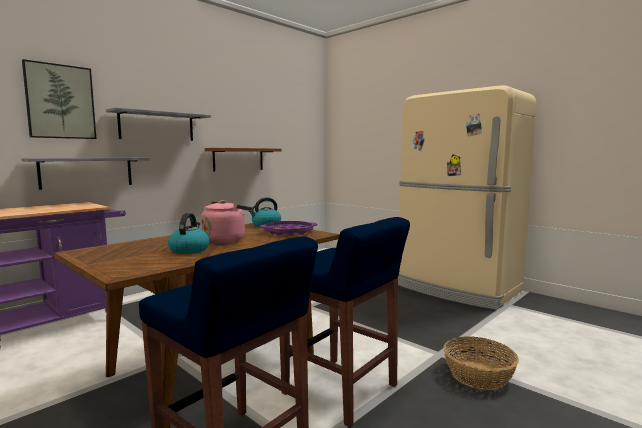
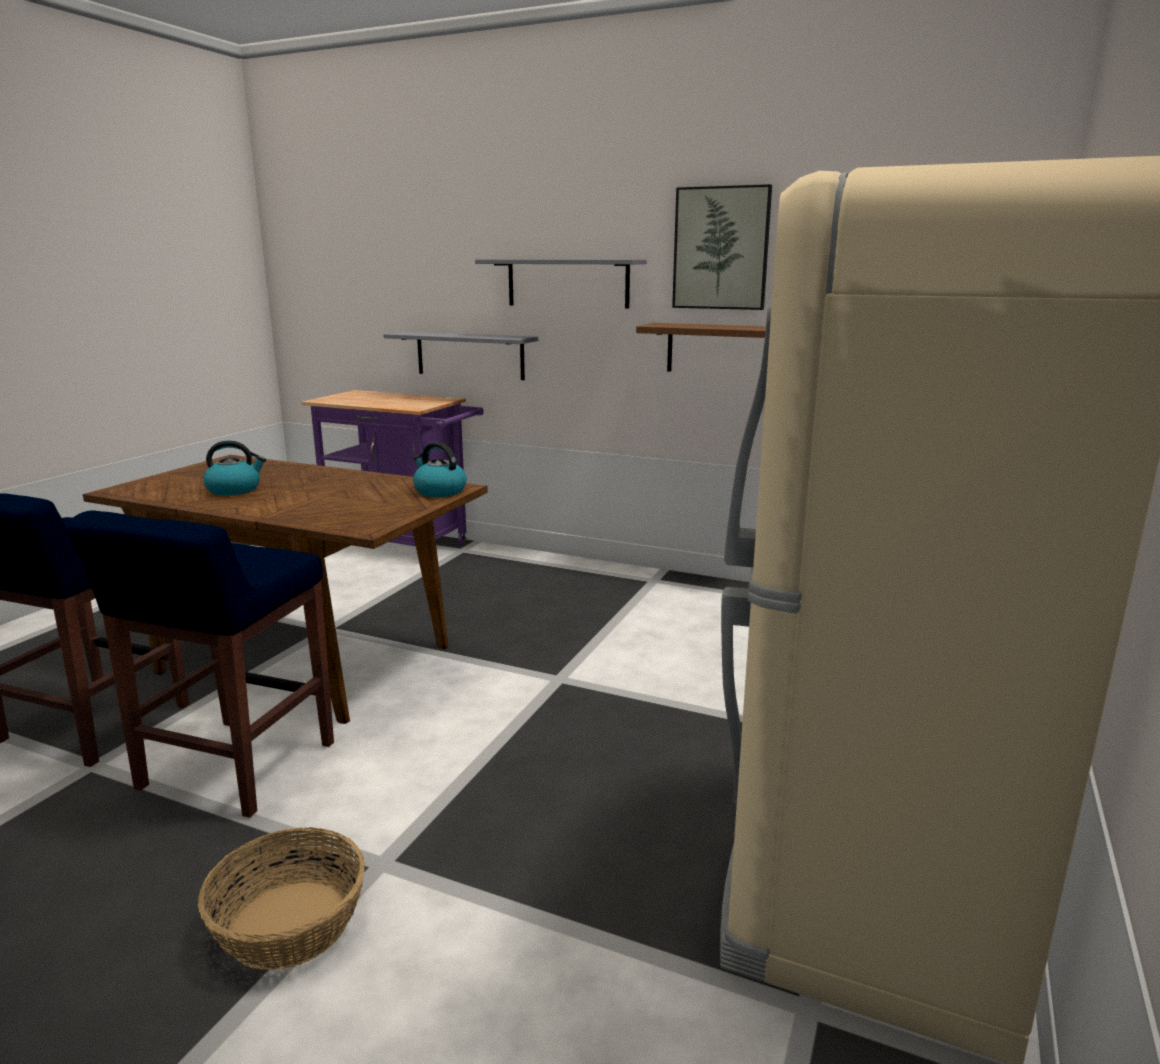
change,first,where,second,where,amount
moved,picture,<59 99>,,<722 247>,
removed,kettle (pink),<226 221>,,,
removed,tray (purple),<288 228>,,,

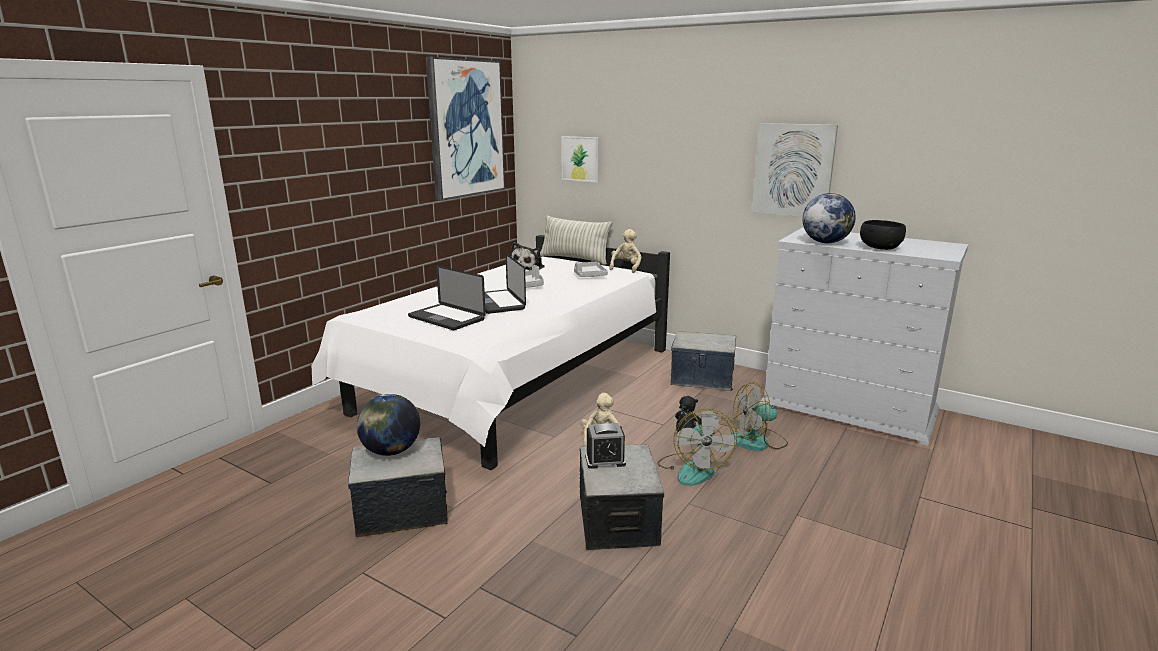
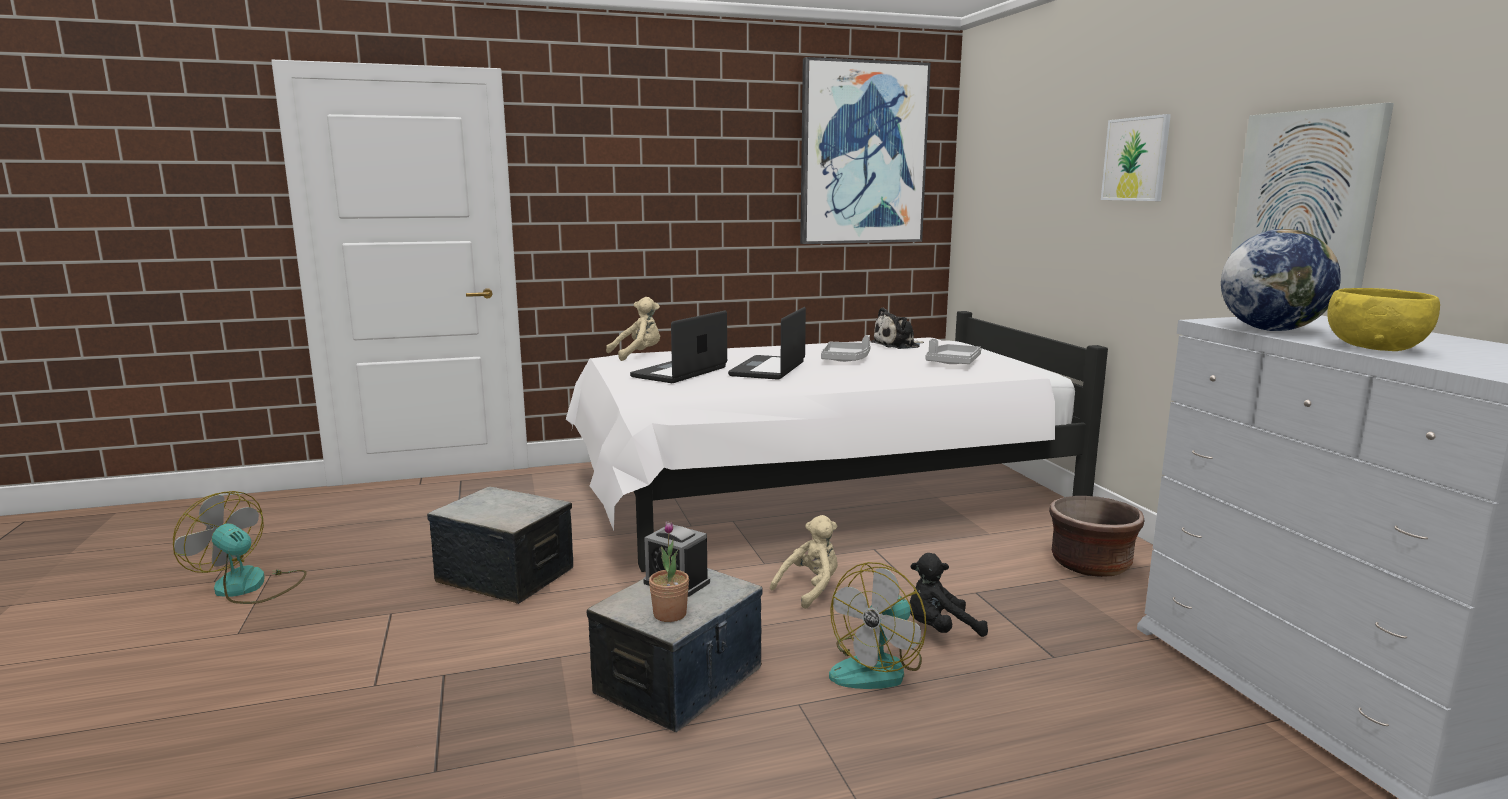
change,first,where,second,where,amount
moved,fan,<758 416>,,<240 547>,
moved,plush toy (beige),<625 251>,,<633 329>,
turned,laptop,<447 297>,,<678 347>,45 degrees clockwise
added,,,potted plant,<669 571>,
replaced,storage box,<703 361>,planter (brown),<1096 536>,
moved,picture,<580 159>,,<1136 157>,
recoloured,bowl (black),<883 235>,bowl (yellow),<1383 319>,
removed,globe,<388 425>,,,
removed,pillow,<576 240>,,,

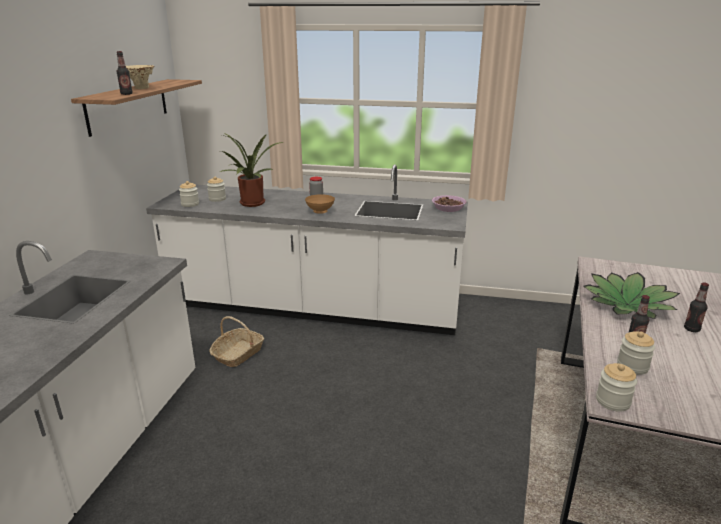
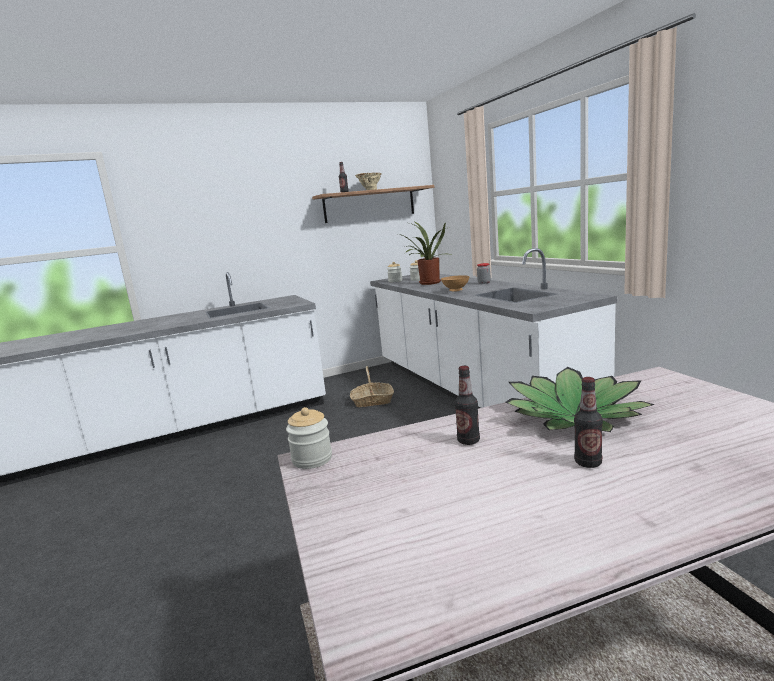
change,first,where,second,where,amount
removed,bowl,<449 203>,,,
removed,jar,<636 353>,,,

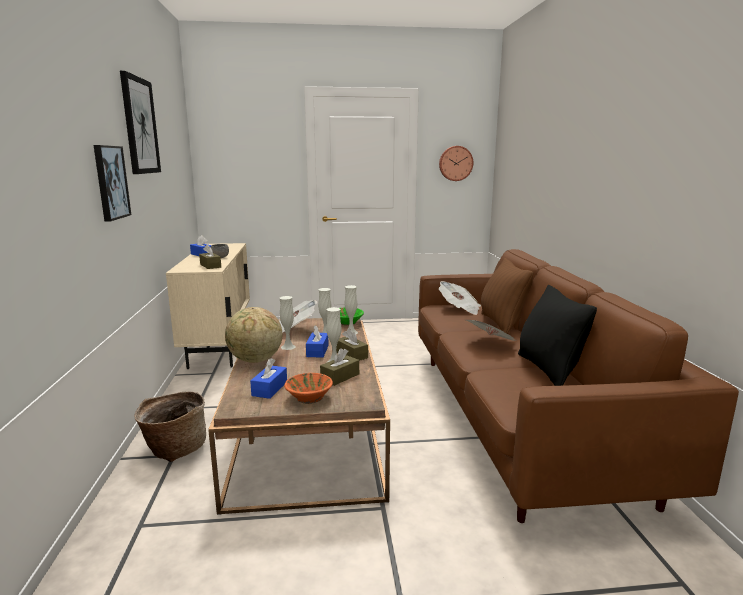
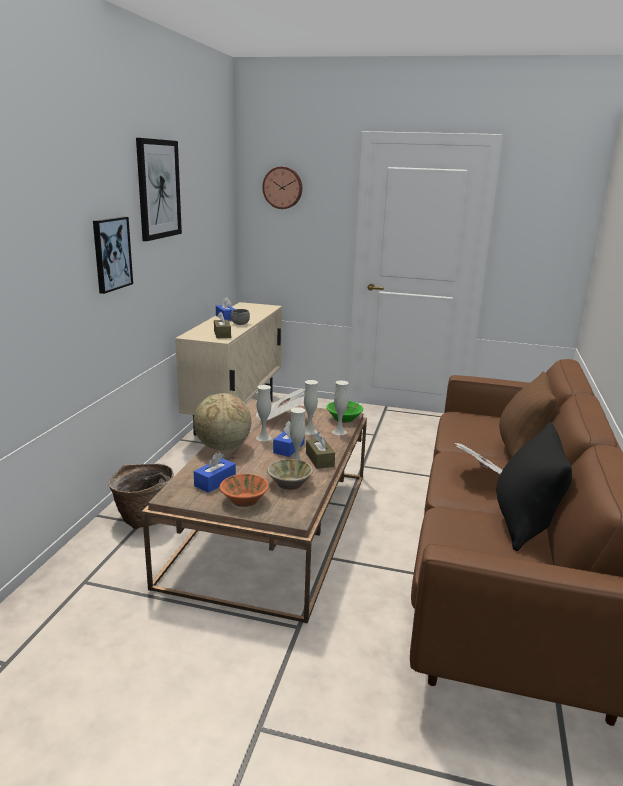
change,first,where,second,where,amount
moved,wall clock,<456 163>,,<282 187>,
replaced,tissue box (brown),<339 367>,bowl (beige),<290 474>,
removed,newspaper,<460 298>,,,

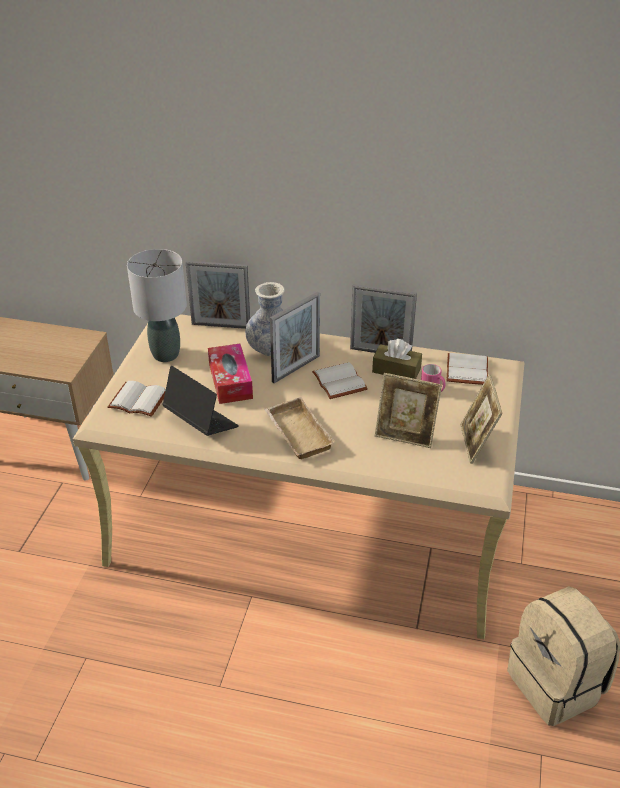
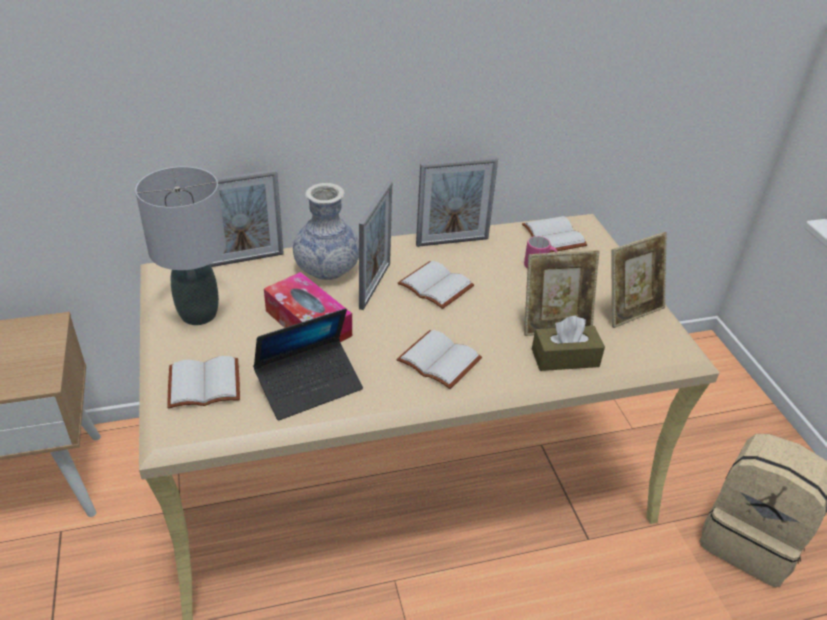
change,first,where,second,where,amount
turned,laptop,<200 401>,,<308 364>,135 degrees clockwise
replaced,tray (beige),<300 428>,book (white),<439 359>,
moved,tissue box (brown),<397 359>,,<568 343>,
turned,picture frame,<481 419>,,<639 280>,90 degrees counterclockwise

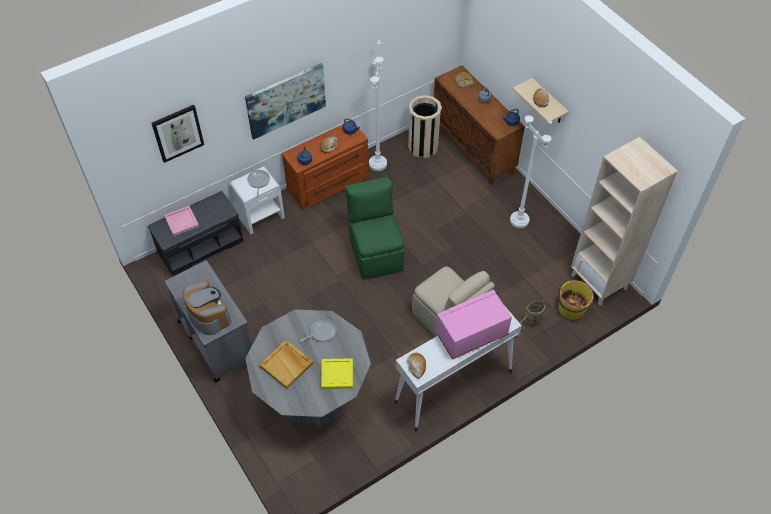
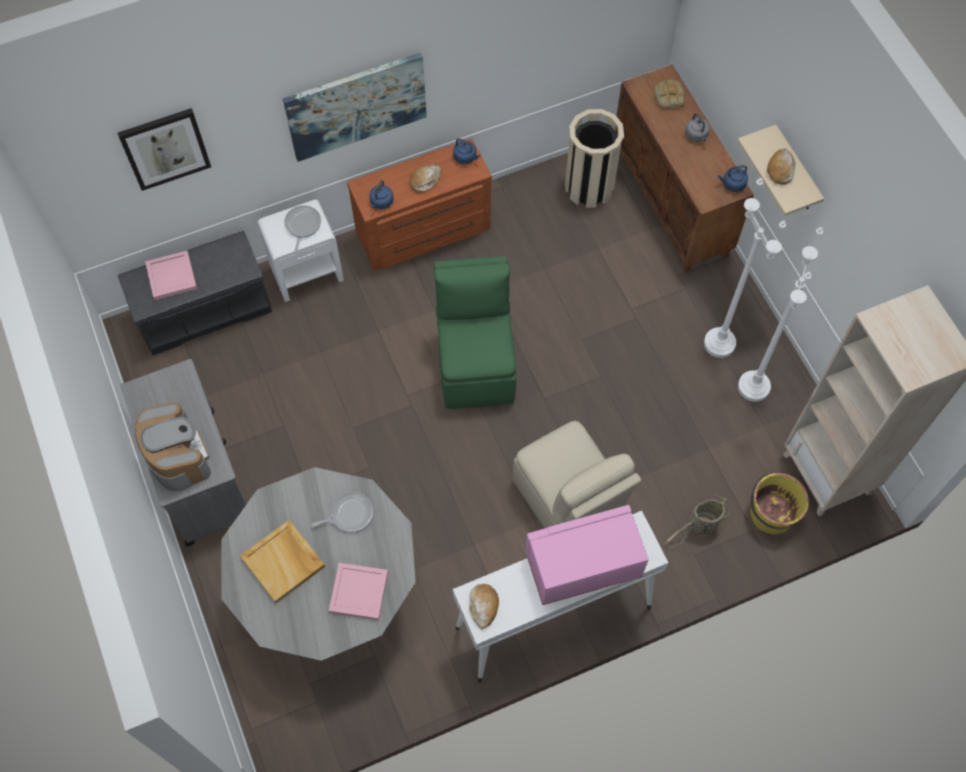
change,first,where,second,where,amount
recoloured,tray (yellow),<337 373>,tray (pink),<358 591>,
moved,floor lamp (white),<378 105>,,<780 314>,

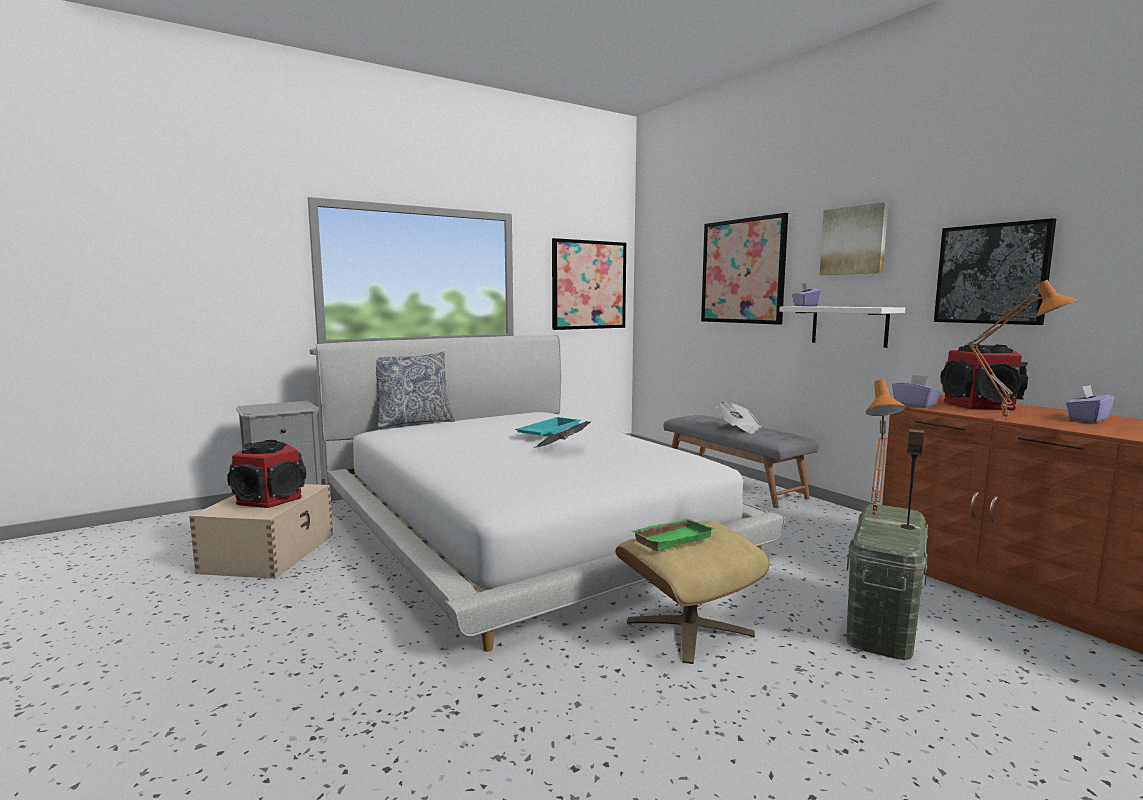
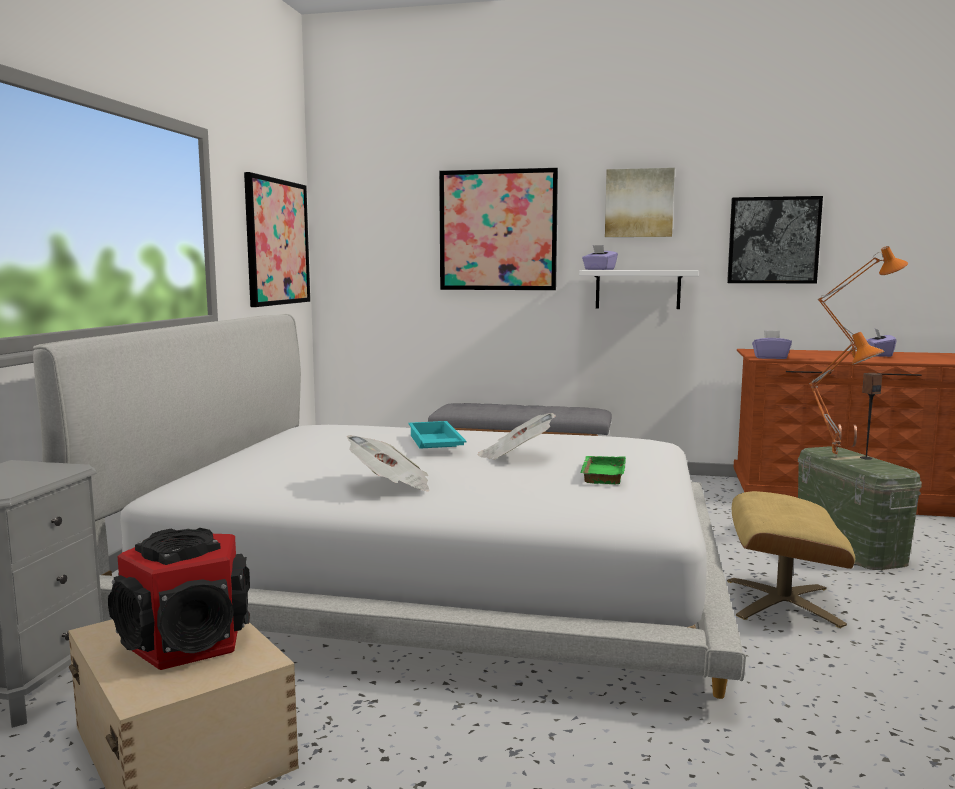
change,first,where,second,where,amount
moved,newspaper,<738 417>,,<388 463>,
moved,tray (green),<673 534>,,<603 470>,
removed,pillow,<415 389>,,,
removed,speaker,<984 377>,,,

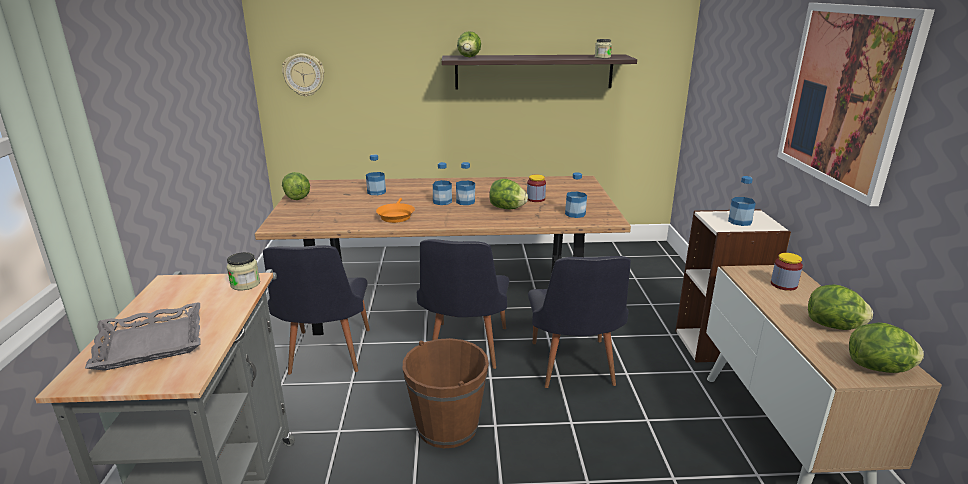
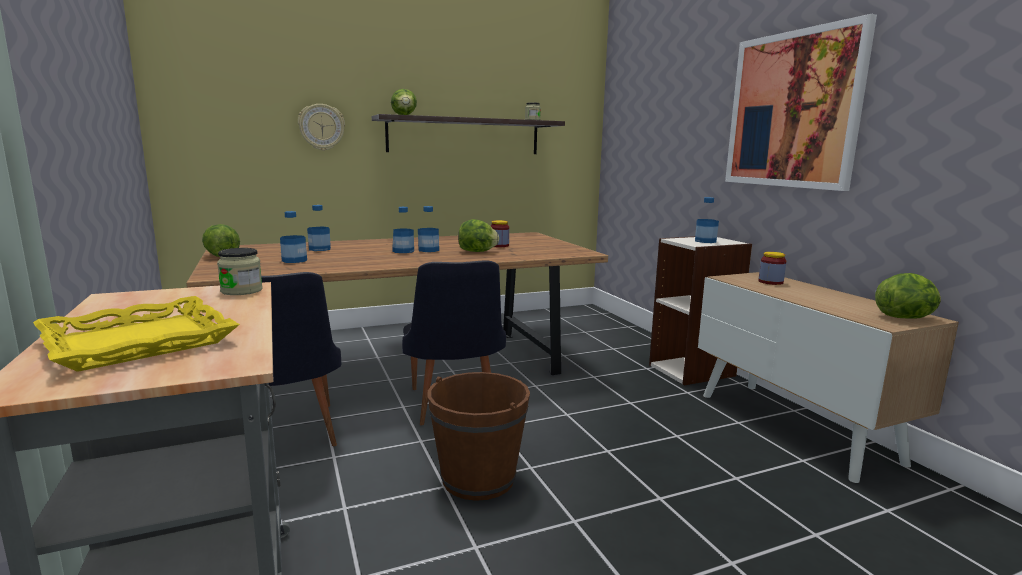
change,first,where,second,where,amount
recoloured,tray (grey),<143 337>,tray (yellow),<136 334>,
moved,bottle,<576 195>,,<293 237>,
moved,wall clock,<303 75>,,<321 127>,
removed,frying pan (orange),<395 210>,,,
removed,chair (black),<579 322>,,,
removed,lettuce,<840 307>,,,

